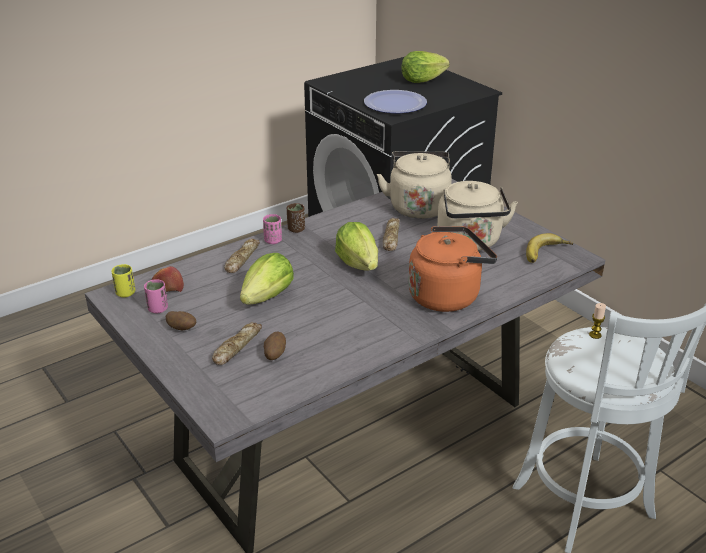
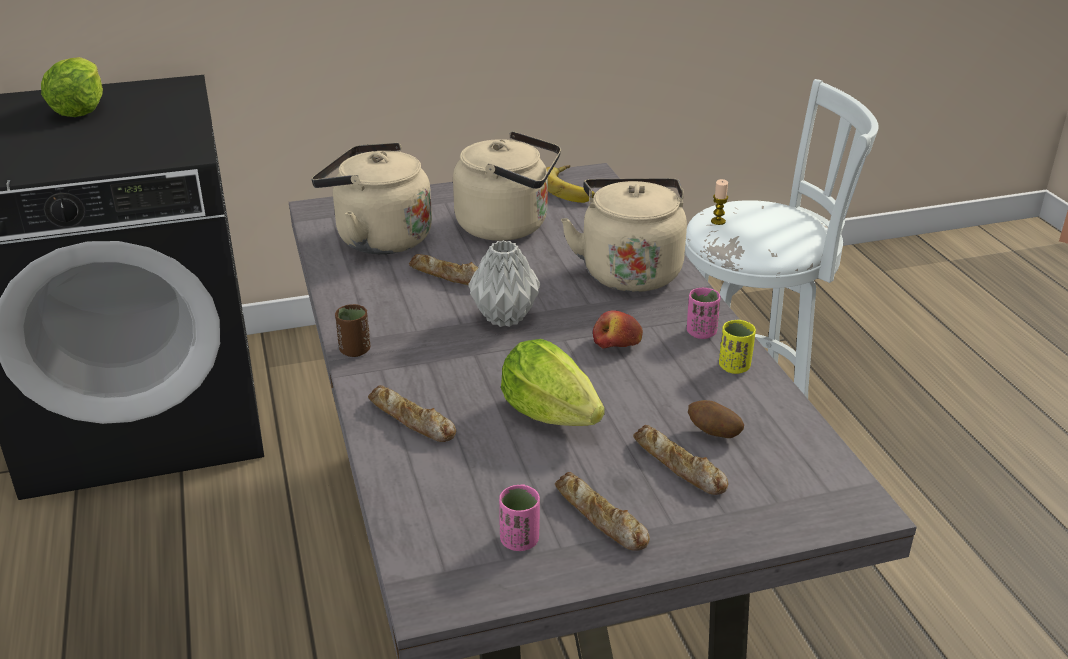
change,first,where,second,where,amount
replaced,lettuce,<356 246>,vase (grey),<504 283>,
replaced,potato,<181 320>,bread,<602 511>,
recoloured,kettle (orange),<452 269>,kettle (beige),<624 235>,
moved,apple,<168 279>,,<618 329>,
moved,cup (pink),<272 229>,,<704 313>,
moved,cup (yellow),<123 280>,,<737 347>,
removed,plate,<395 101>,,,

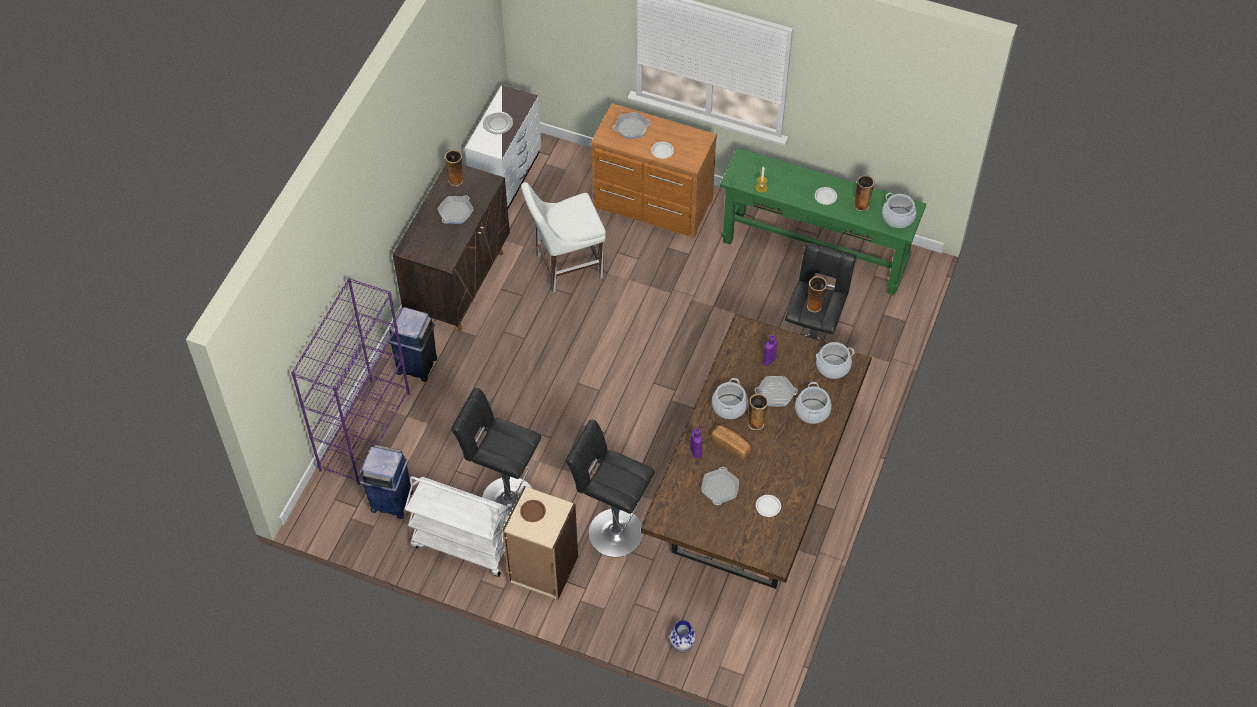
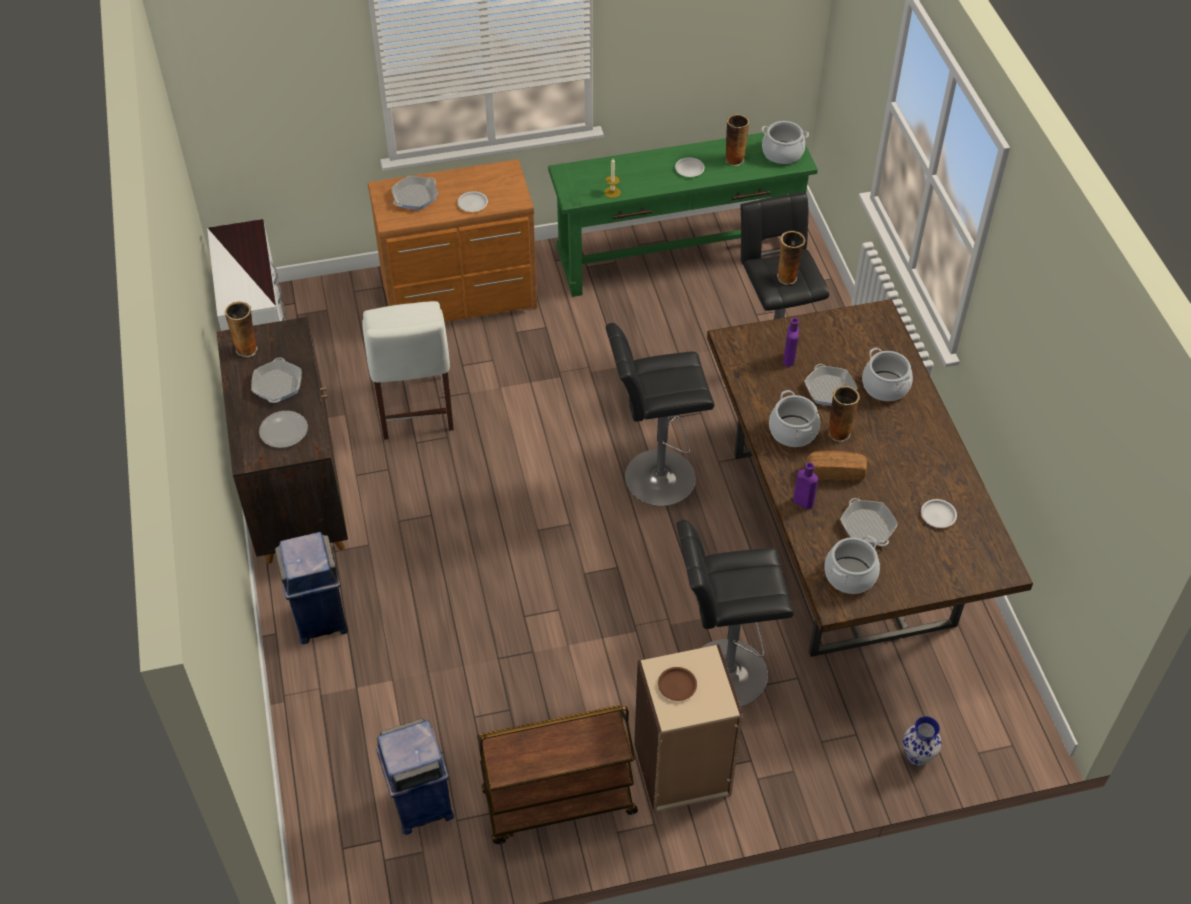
change,first,where,second,where,amount
moved,plate,<498 122>,,<283 429>,
turned,chair (white),<563 237>,,<408 370>,45 degrees counterclockwise
recoloured,cart (white),<456 526>,cart (brown),<557 775>,
moved,stool (black),<496 455>,,<660 414>,
turned,frying pan,<776 391>,,<831 385>,75 degrees counterclockwise
moved,cooking pot,<835 360>,,<852 565>,
removed,bookcase (purple),<350 381>,,,

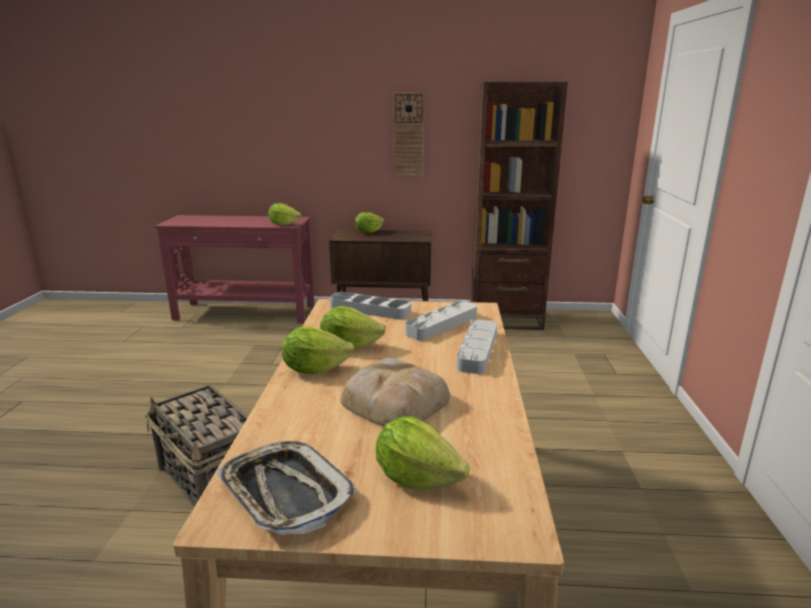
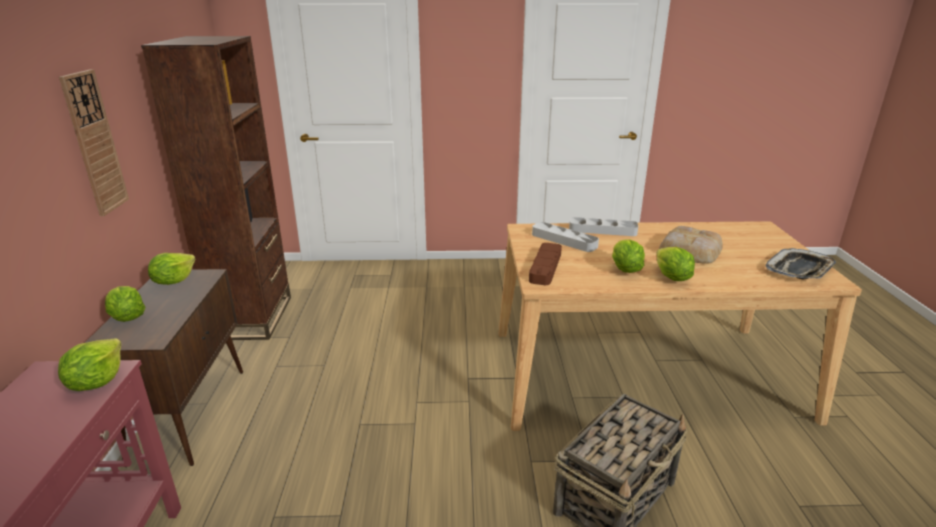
change,first,where,second,where,amount
moved,lettuce,<423 453>,,<171 269>,
recoloured,tray (grey),<370 306>,tray (brown),<545 264>,

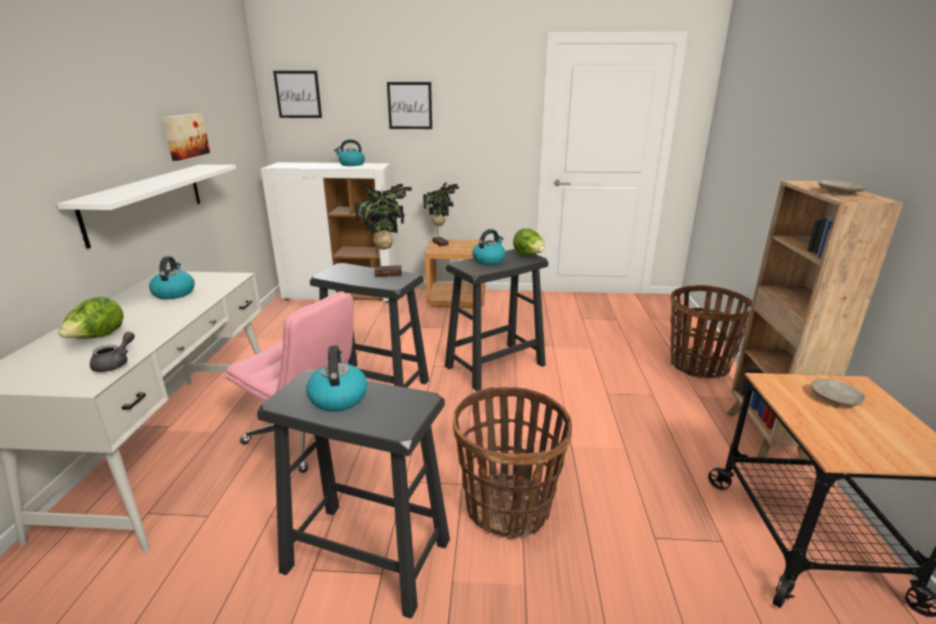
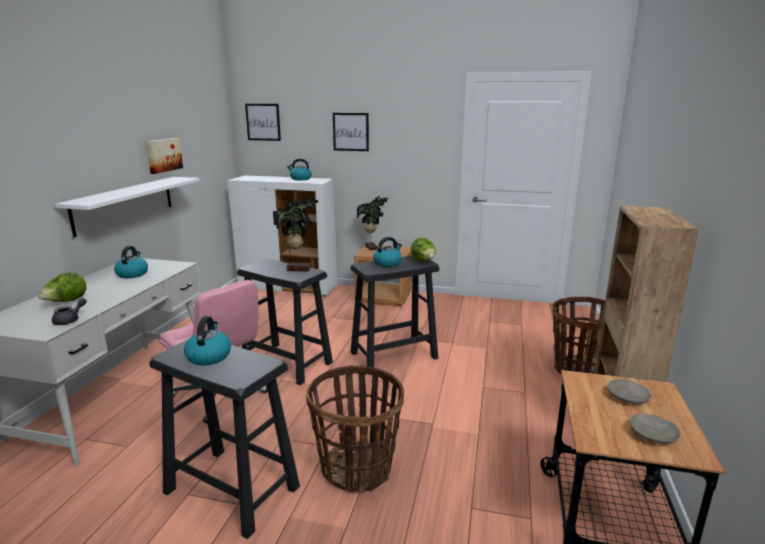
change,first,where,second,where,amount
moved,plate (beige),<843 187>,,<655 429>,

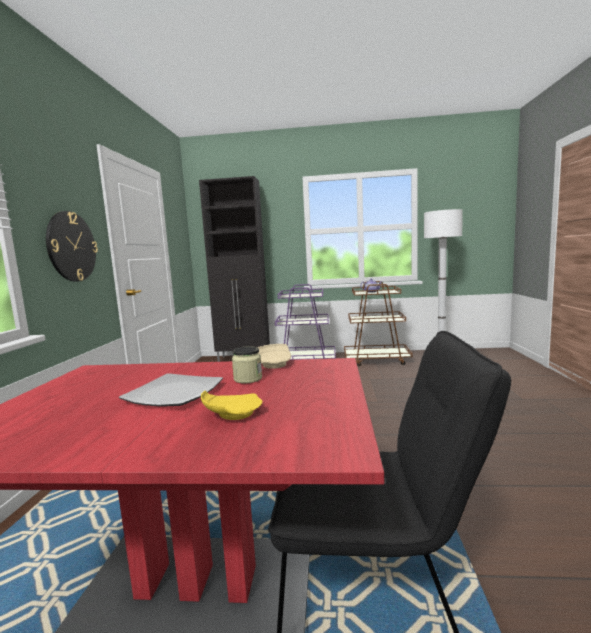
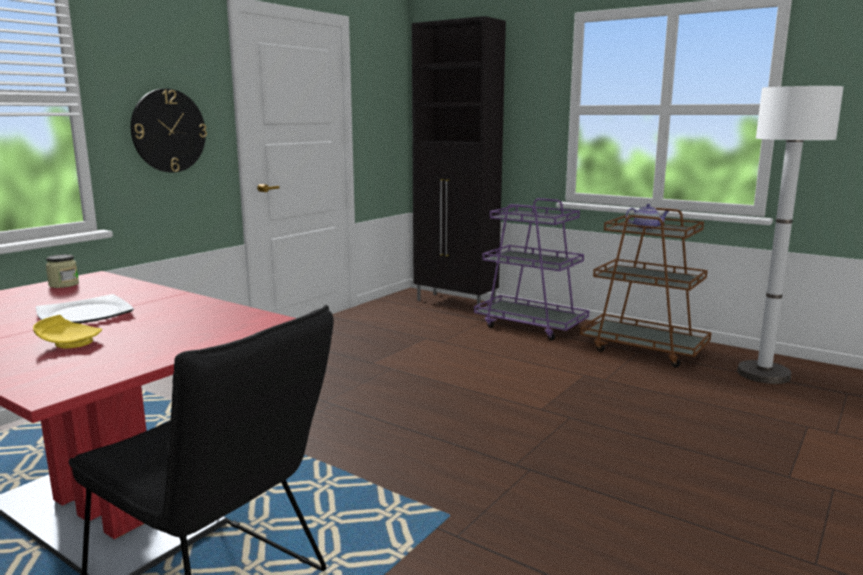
change,first,where,second,where,amount
moved,jar,<247 364>,,<62 271>,
removed,plate (beige),<274 356>,,,

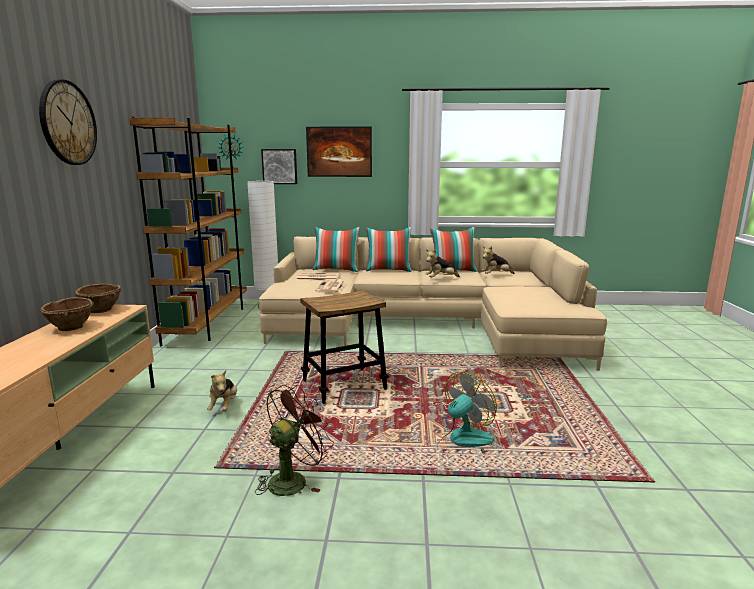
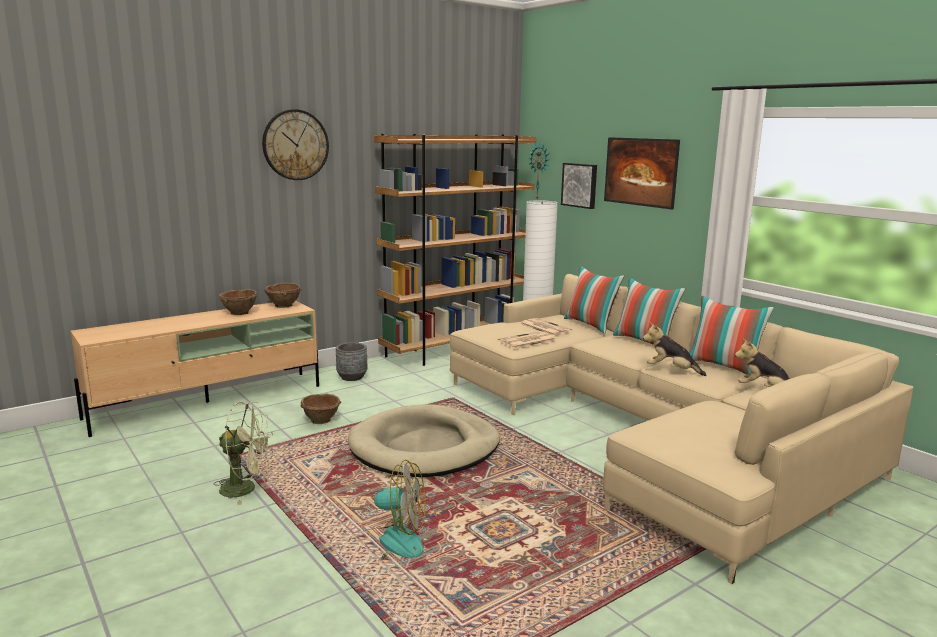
change,first,where,second,where,amount
recoloured,fan (brown),<294 440>,fan (green),<243 453>,
replaced,plush toy,<222 391>,bowl (brown),<320 409>,
added,,,planter (grey),<351 361>,
replaced,stool,<344 347>,dog bed (beige),<424 440>,

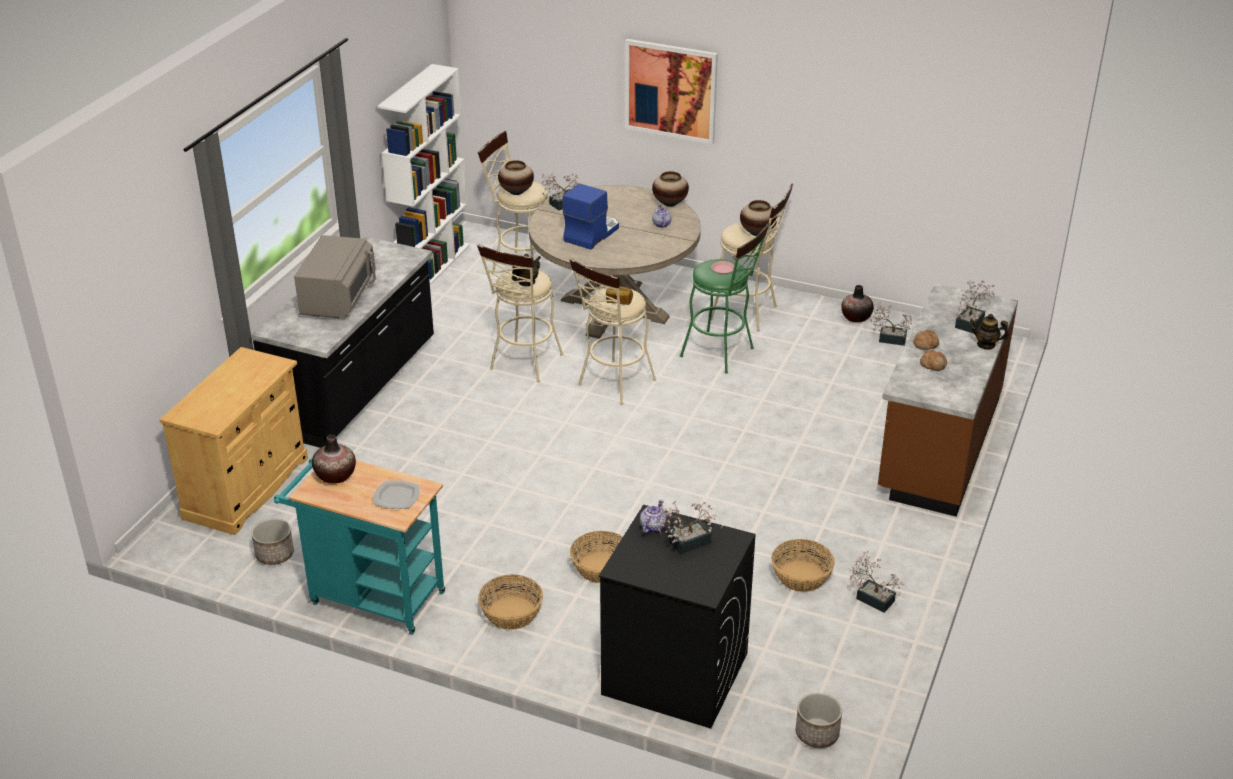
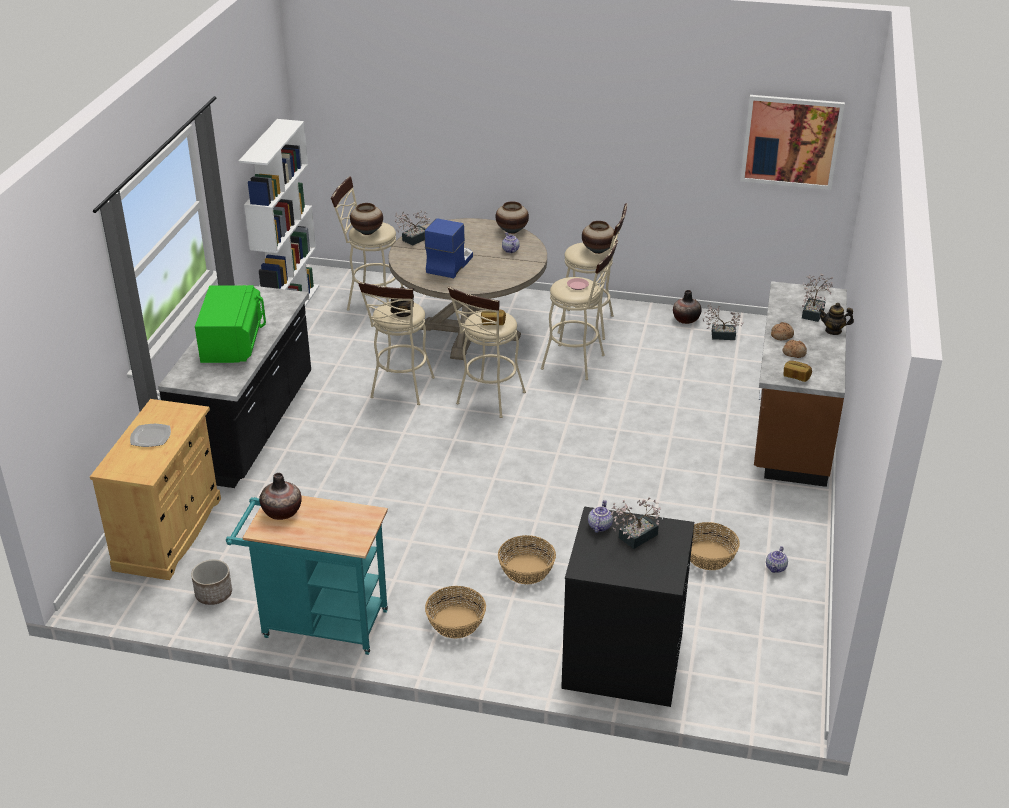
change,first,where,second,where,amount
moved,plate,<396 494>,,<150 435>,
recoloured,microwave (grey),<335 276>,microwave (green),<230 324>,
recoloured,stool (green),<725 298>,stool (beige),<579 310>,
moved,picture,<671 91>,,<792 142>,
replaced,potted plant,<876 582>,teapot,<777 559>,
added,,,bread,<798 371>,
removed,planter,<819 720>,,,

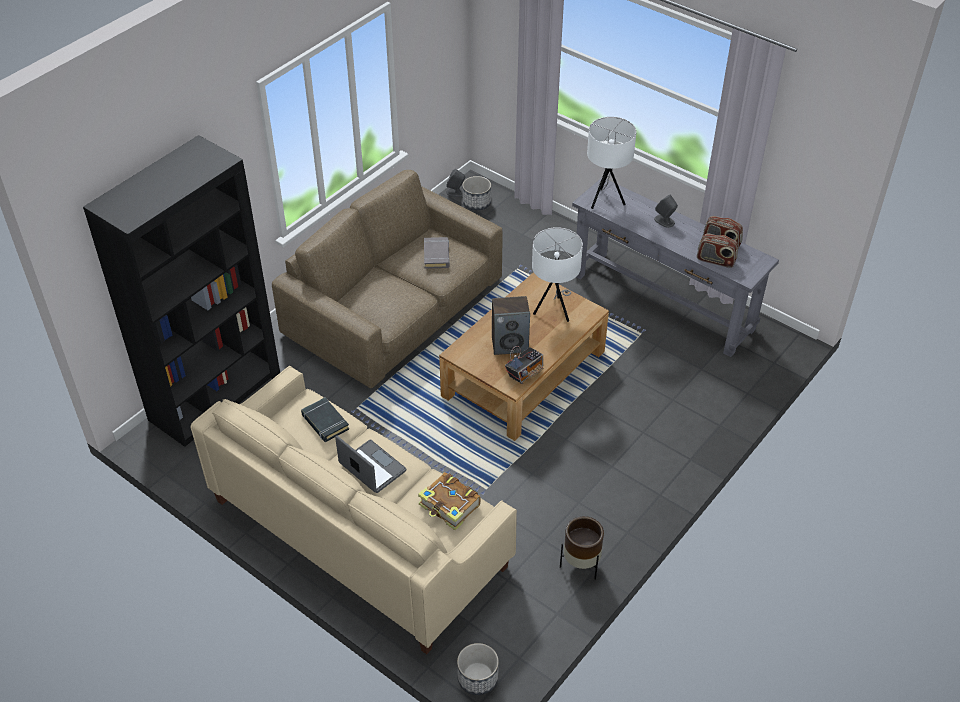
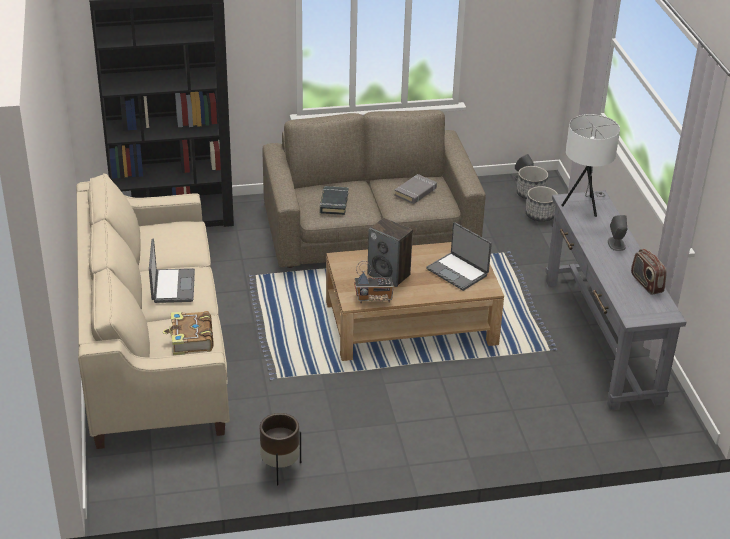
change,first,where,second,where,amount
moved,book (black),<325 419>,,<334 200>,
replaced,table lamp (white),<557 274>,laptop,<459 256>,
moved,planter,<478 669>,,<542 204>,
removed,radio,<717 250>,,,

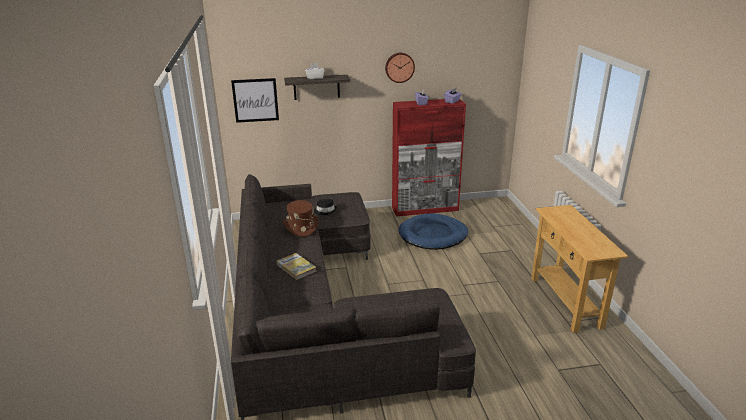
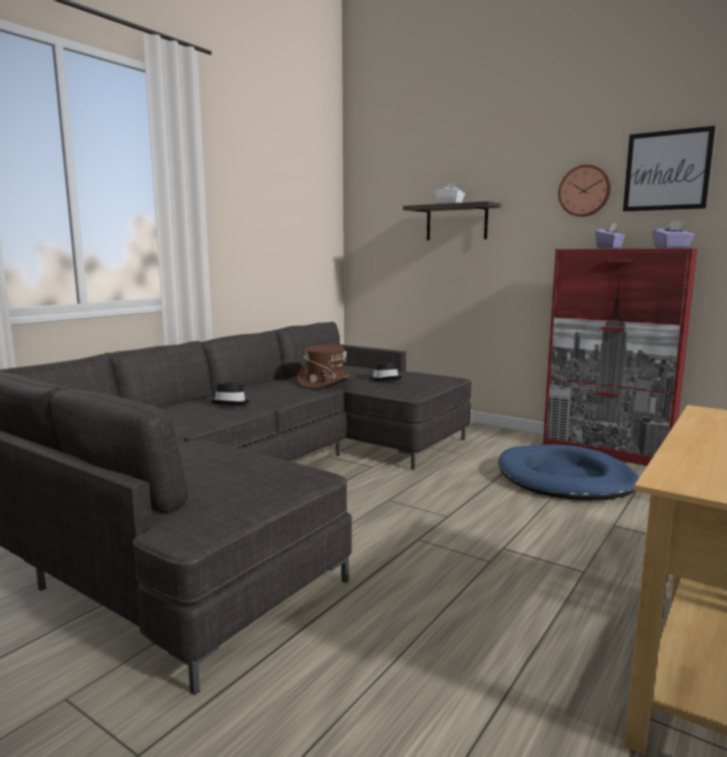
change,first,where,second,where,amount
replaced,book,<296 266>,hat (black),<230 393>,
moved,picture,<255 100>,,<669 169>,

